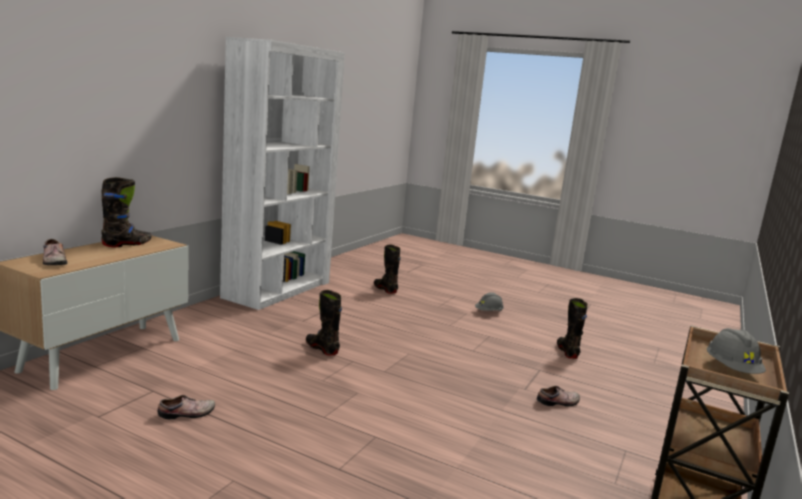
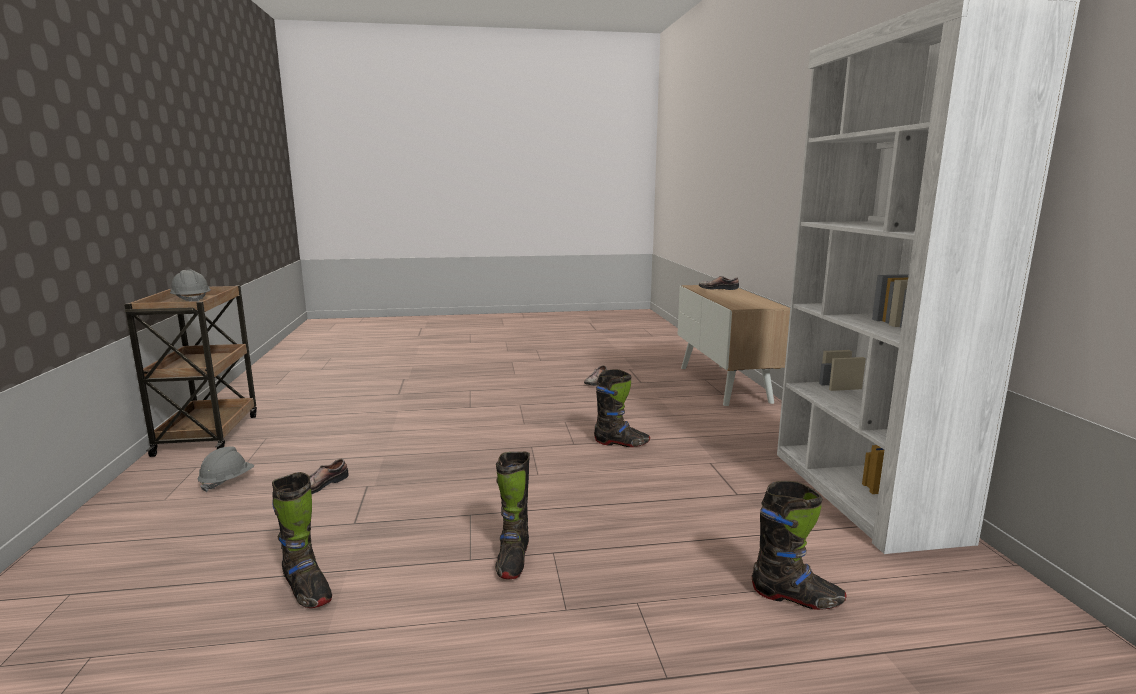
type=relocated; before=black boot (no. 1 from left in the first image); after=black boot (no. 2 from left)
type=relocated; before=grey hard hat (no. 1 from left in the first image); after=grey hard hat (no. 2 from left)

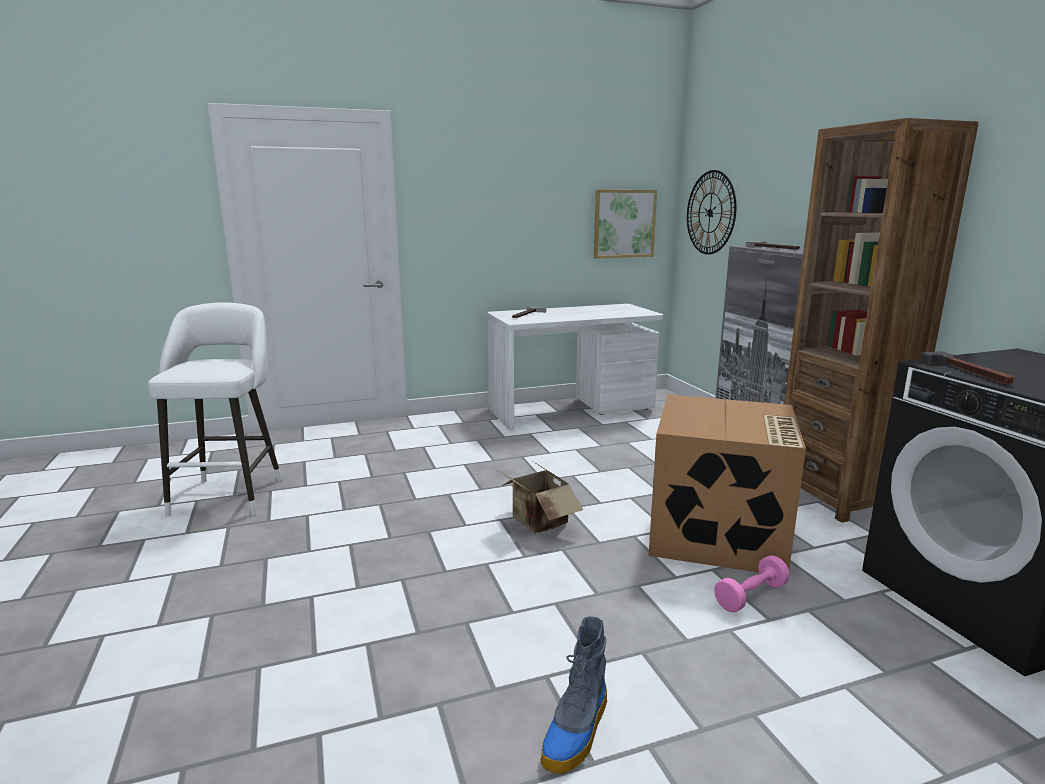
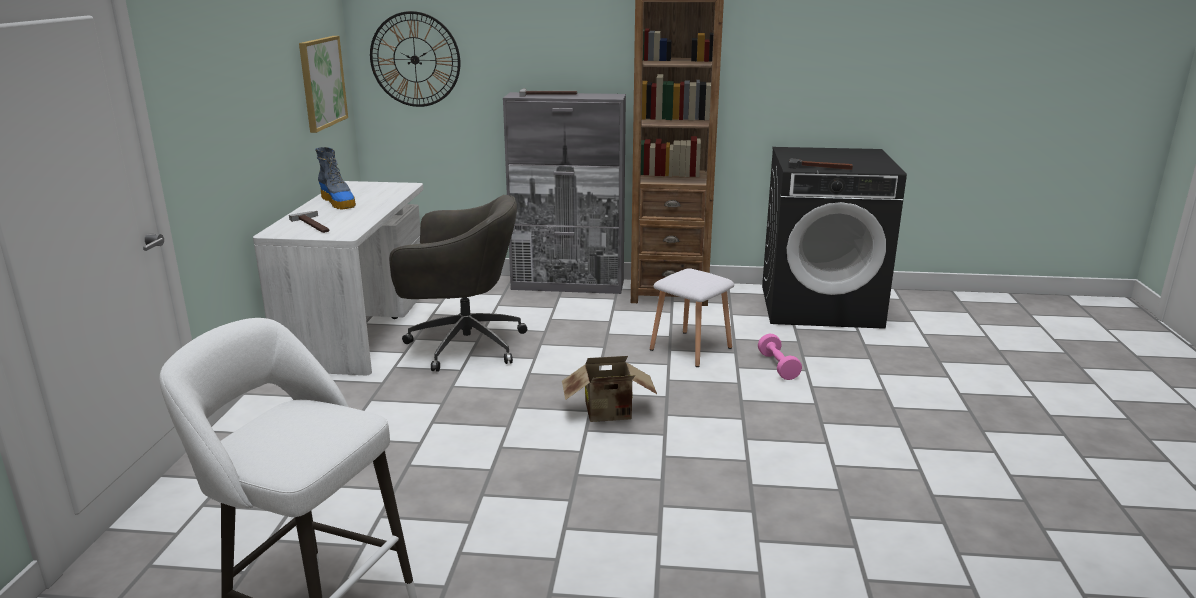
type=appeared; after=grey office chair
type=relocated; before=boot
type=exchanged; before=cardboard box (no. 2 from left); after=white stool (no. 2 from left)

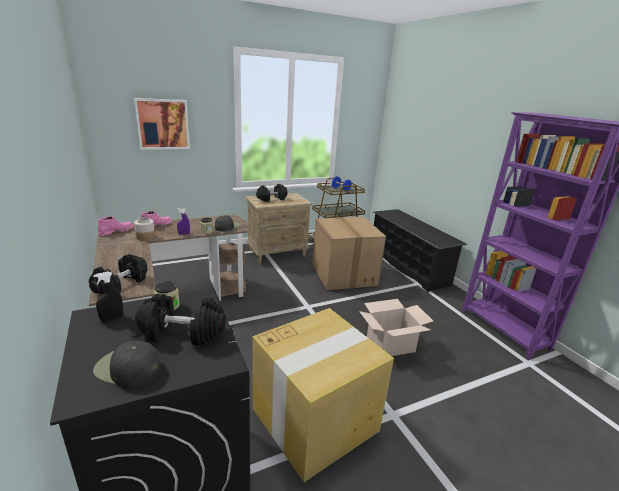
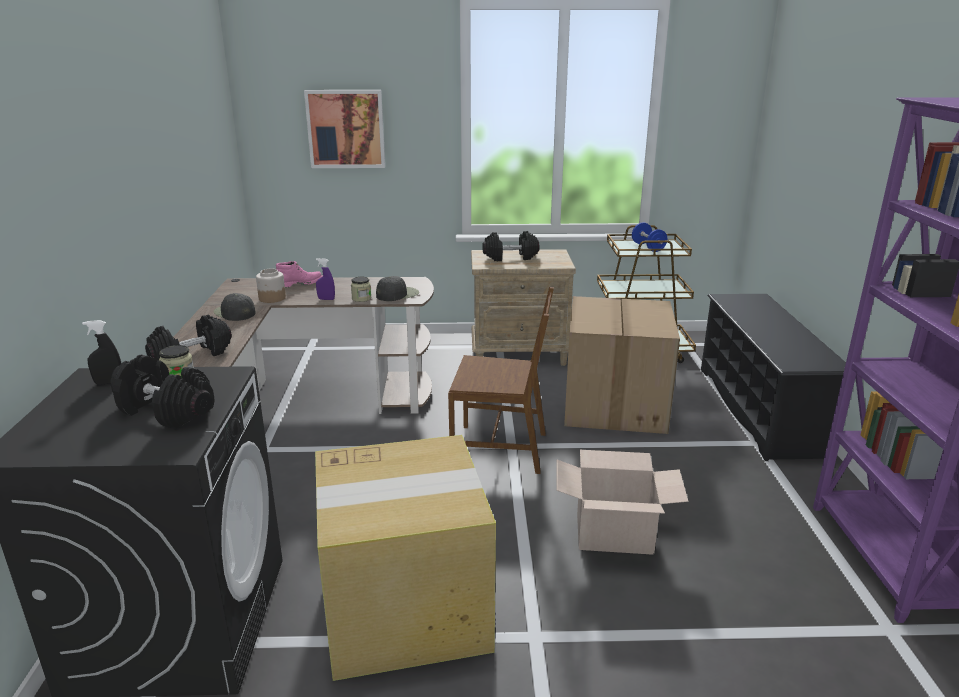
type=missing; before=pink boot (no. 1 from left)
type=appeared; after=brown chair
type=relocated; before=black cap (no. 1 from left)

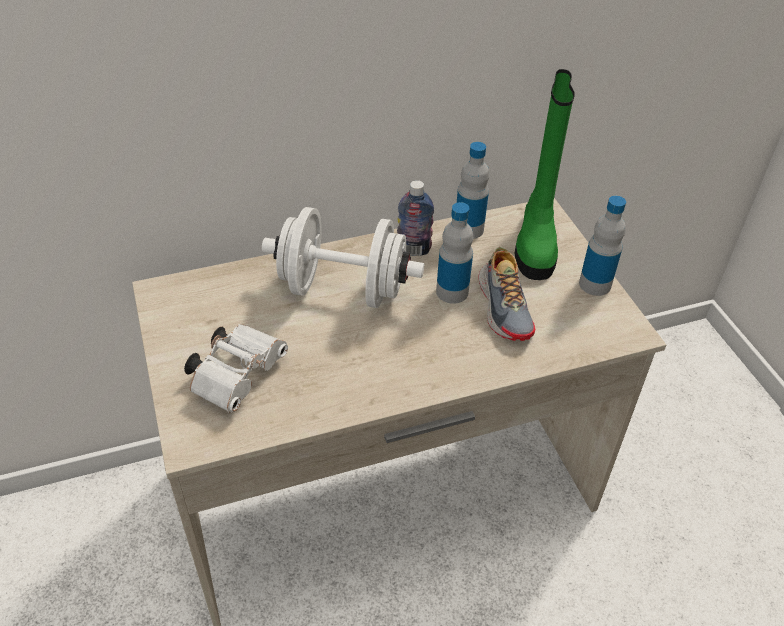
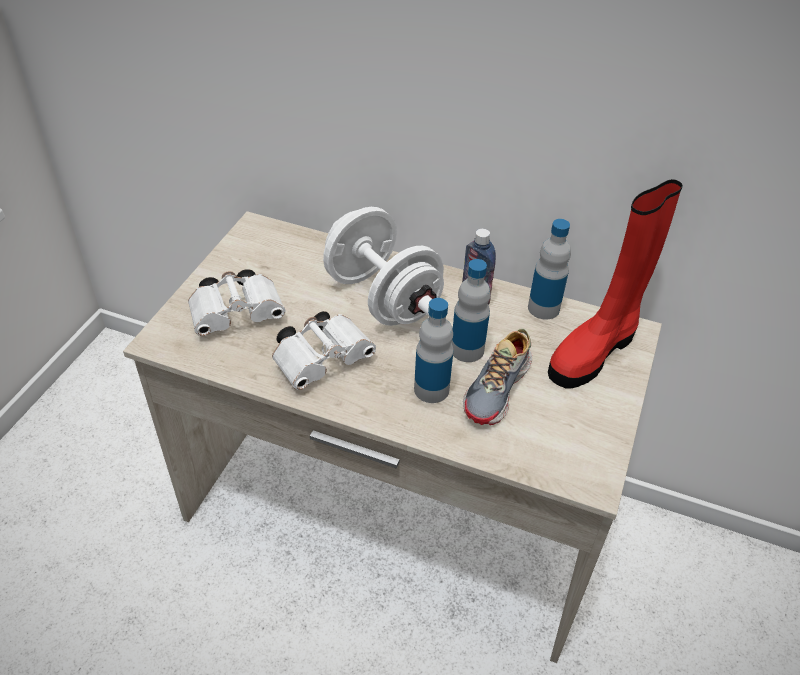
type=appeared; after=white binoculars (no. 2 from left)
type=relocated; before=bottle (no. 4 from left in the first image); after=bottle (no. 1 from left)
type=colour; before=green boot; after=red boot

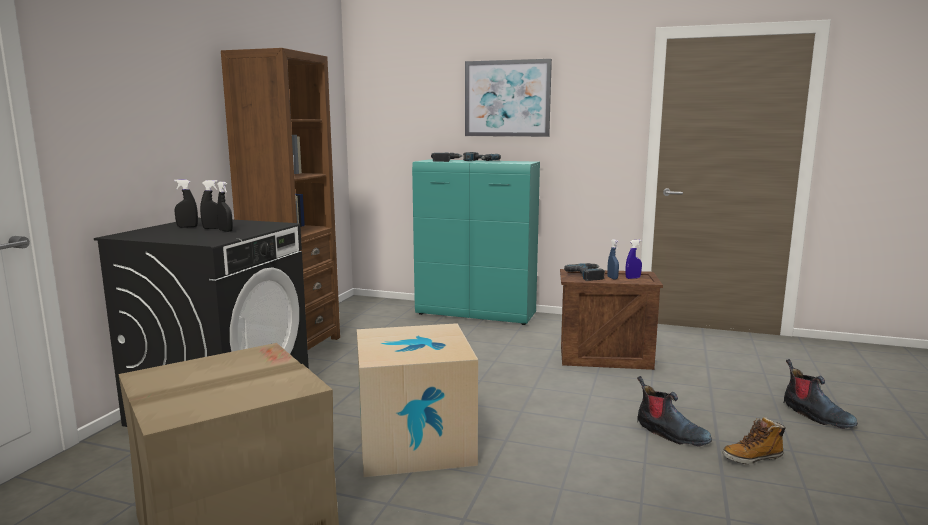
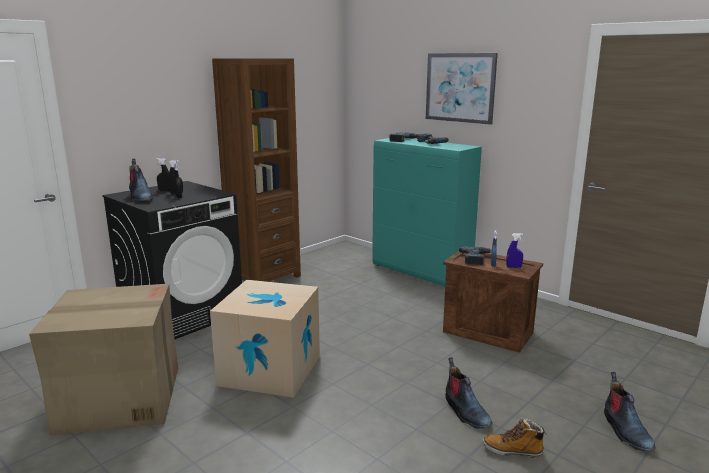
type=appeared; after=boot (no. 1 from left)

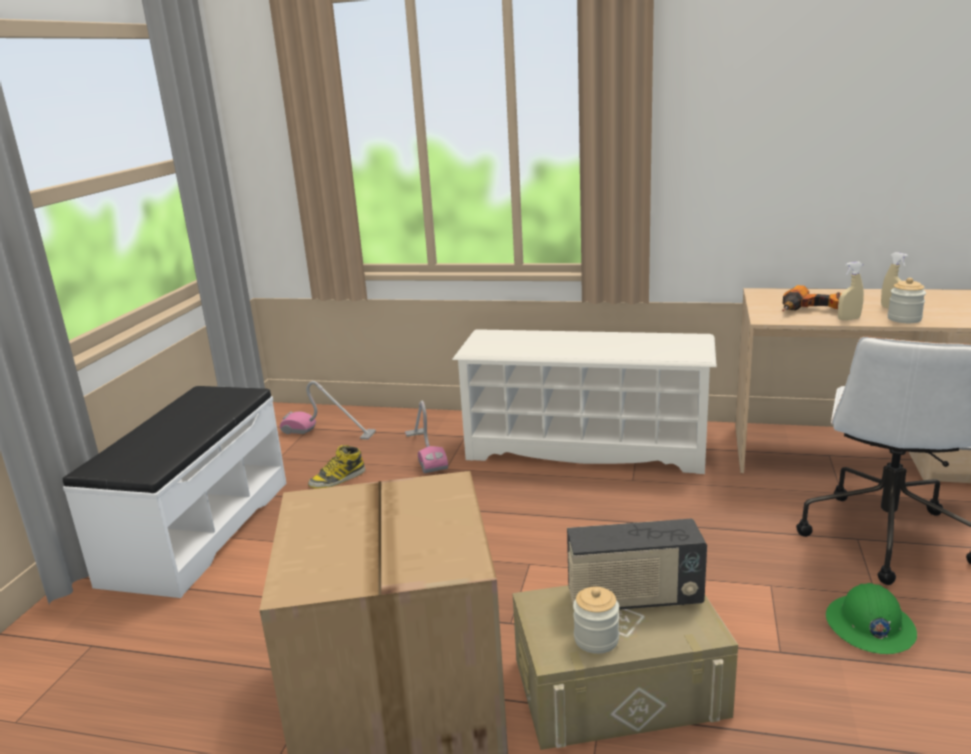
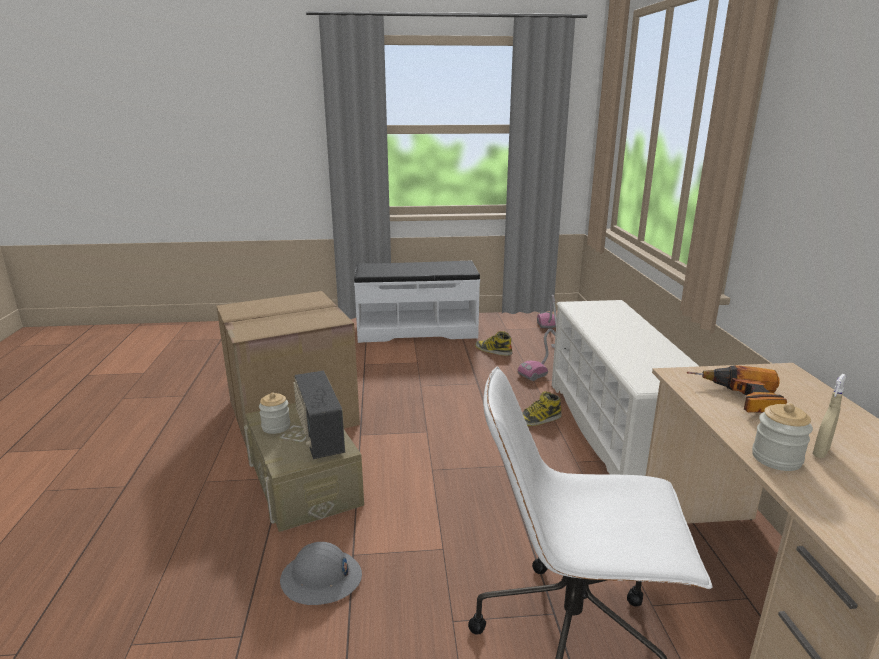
type=missing; before=green hard hat
type=missing; before=beige spray bottle (no. 1 from left)
type=appeared; after=grey hard hat
type=appeared; after=boot (no. 2 from left)

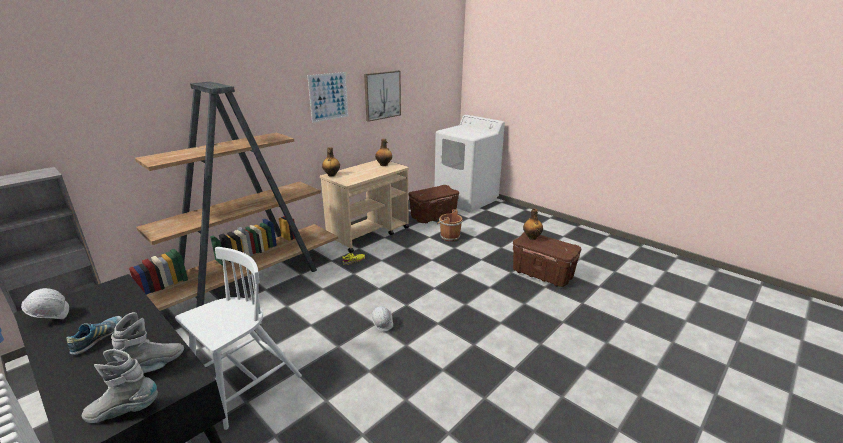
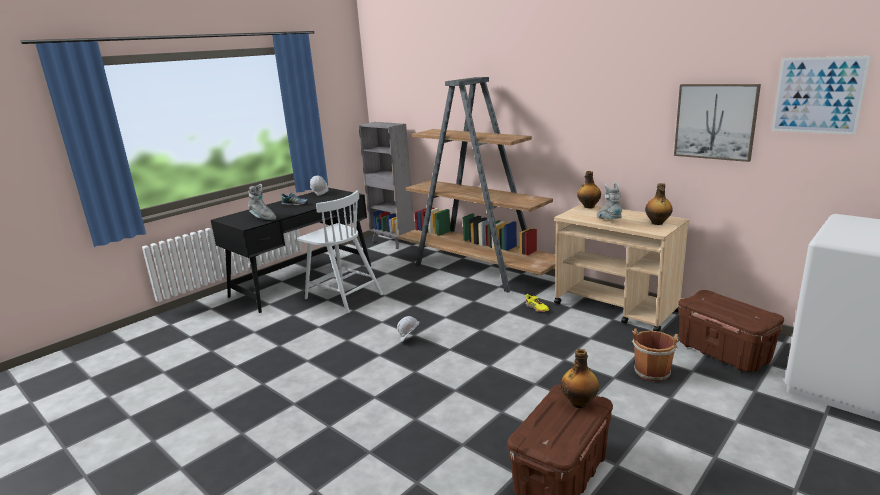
type=relocated; before=grey boot (no. 1 from left in the first image); after=grey boot (no. 2 from left)
type=relocated; before=picture (no. 1 from left in the first image); after=picture (no. 2 from left)

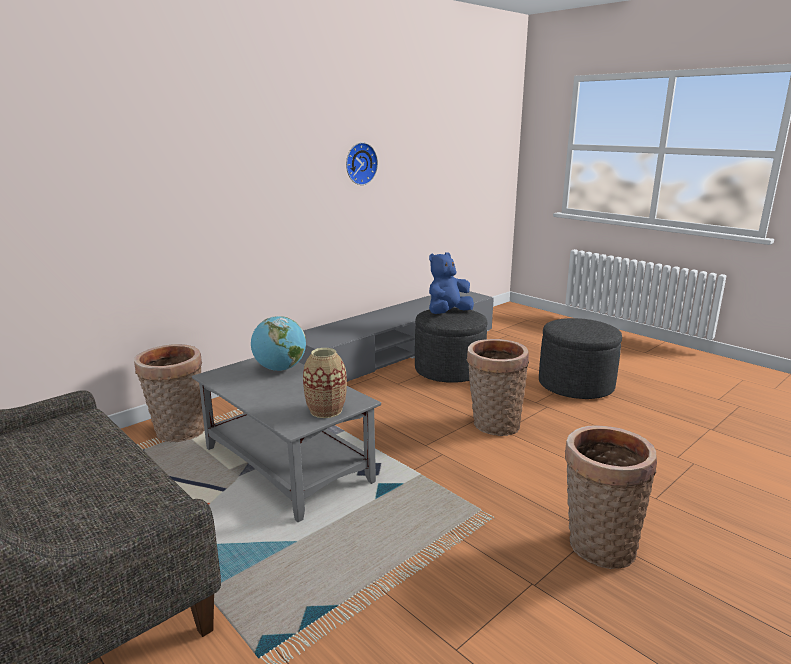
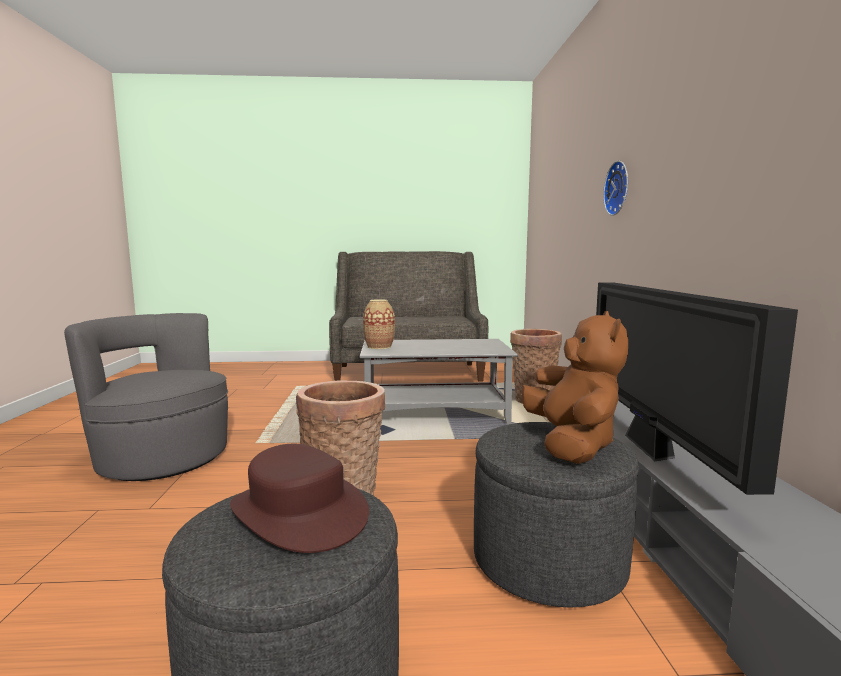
type=missing; before=globe
type=appeared; after=brown hat
type=appeared; after=television
type=relocated; before=wall clock
type=exchanged; before=basket (no. 3 from left); after=grey armchair
type=colour; before=blue plush toy; after=brown plush toy

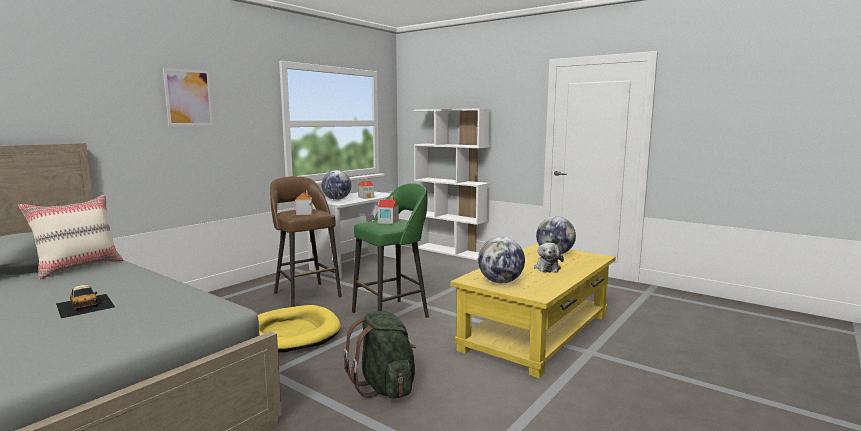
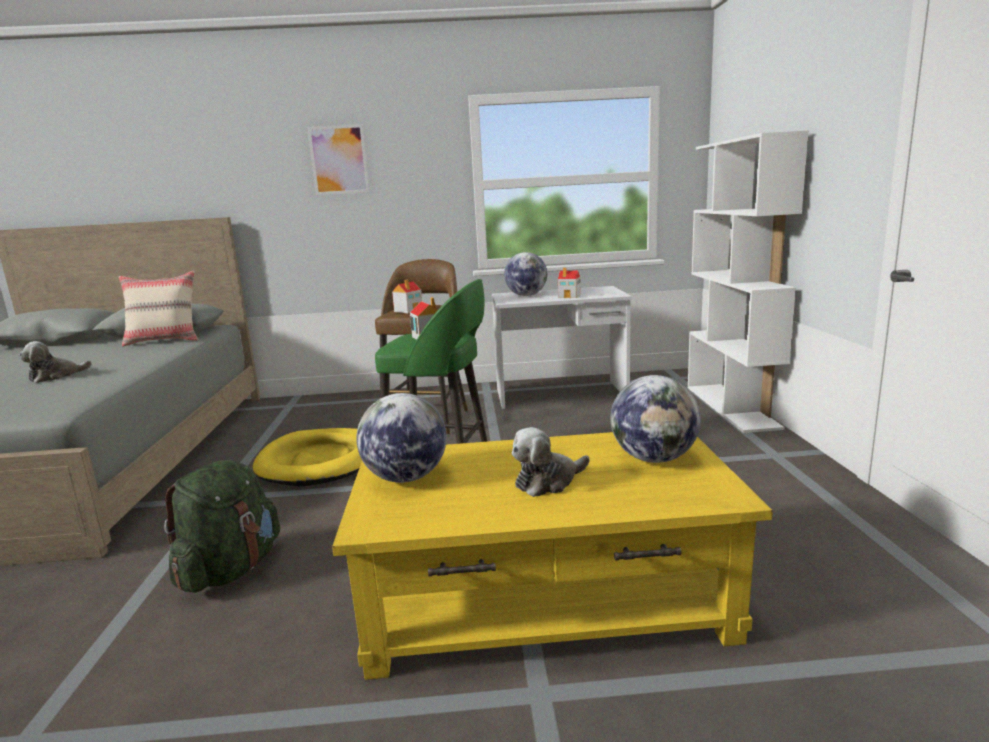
type=exchanged; before=toy car; after=plush toy (no. 1 from left)

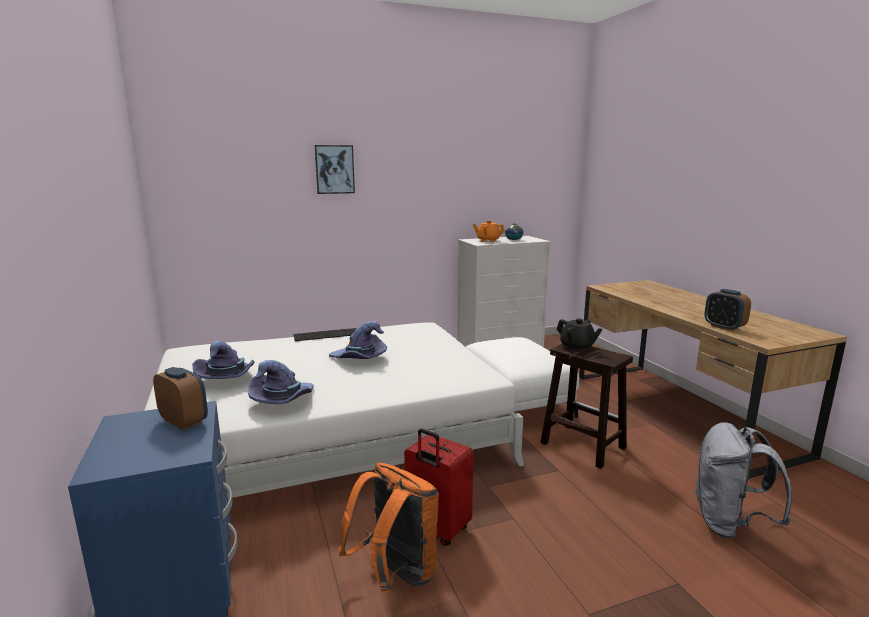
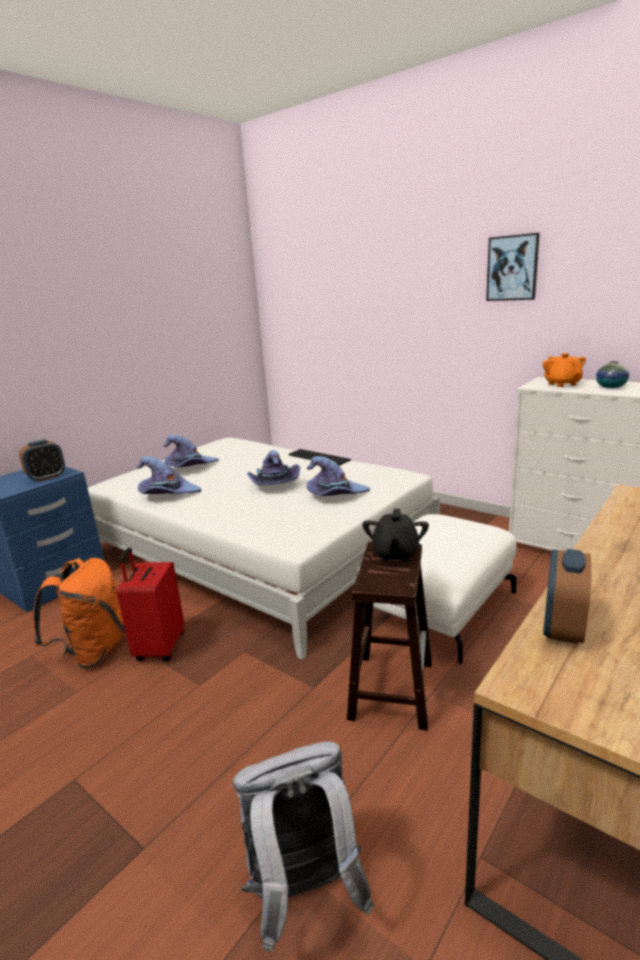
type=appeared; after=purple hat (no. 4 from left)
type=relocated; before=picture
type=spun; before=alarm clock (no. 1 from left); turn=45

